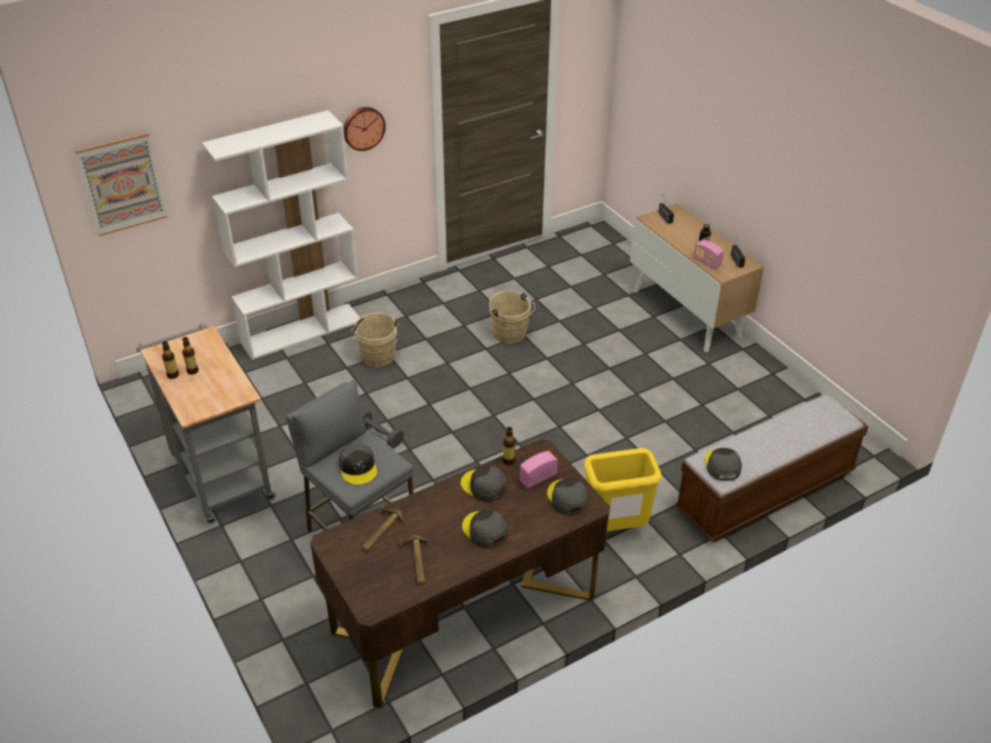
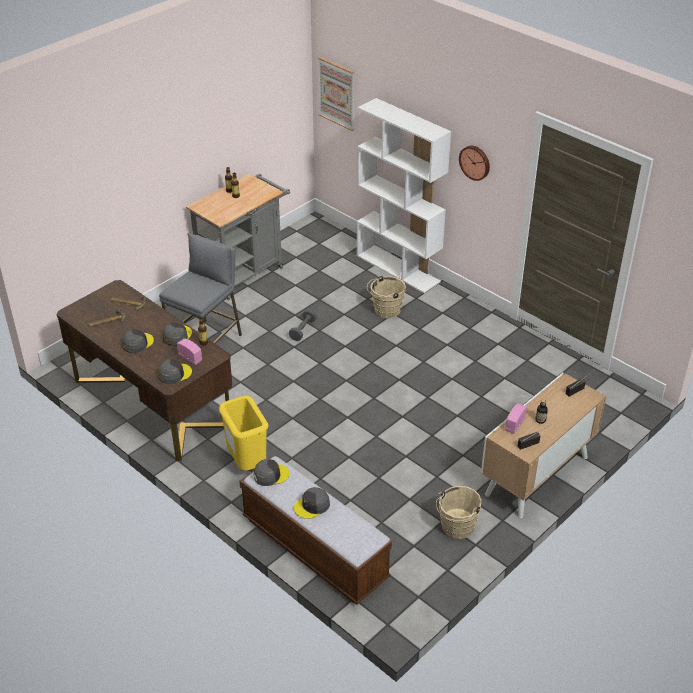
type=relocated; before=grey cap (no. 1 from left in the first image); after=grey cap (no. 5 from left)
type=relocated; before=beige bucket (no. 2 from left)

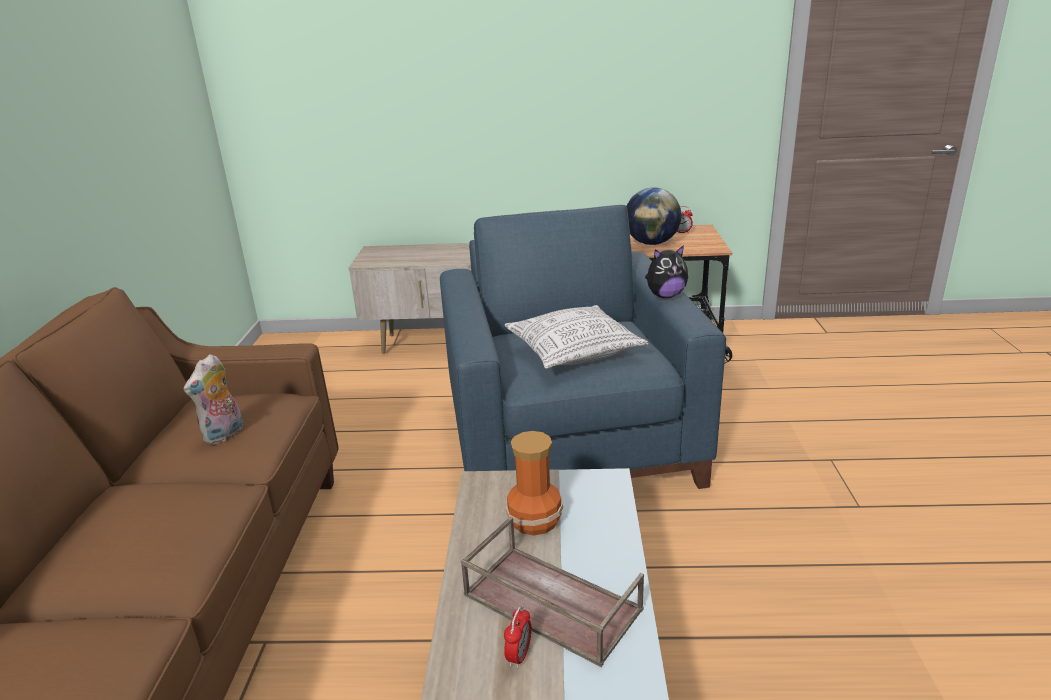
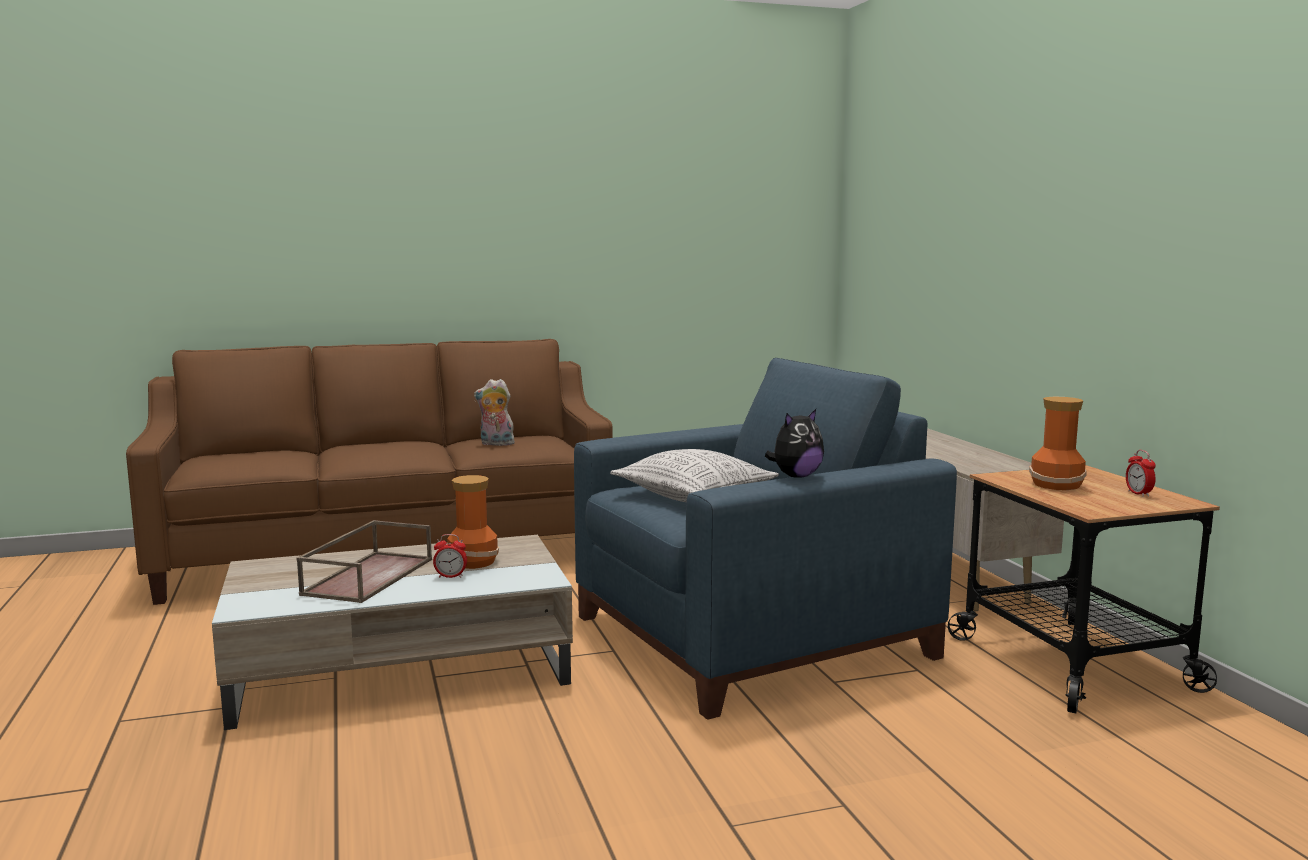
type=relocated; before=alarm clock (no. 1 from left)
type=exchanged; before=globe; after=vase (no. 2 from left)
type=spun; before=plush toy (no. 2 from left); turn=-90

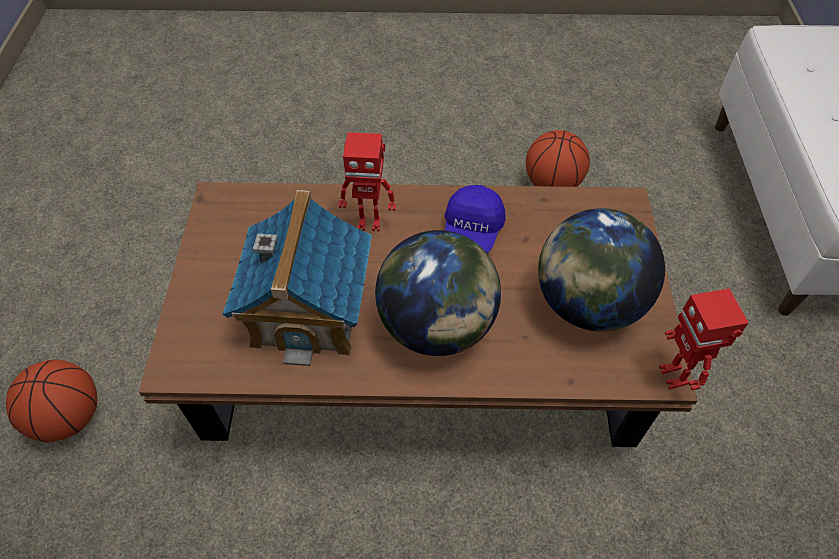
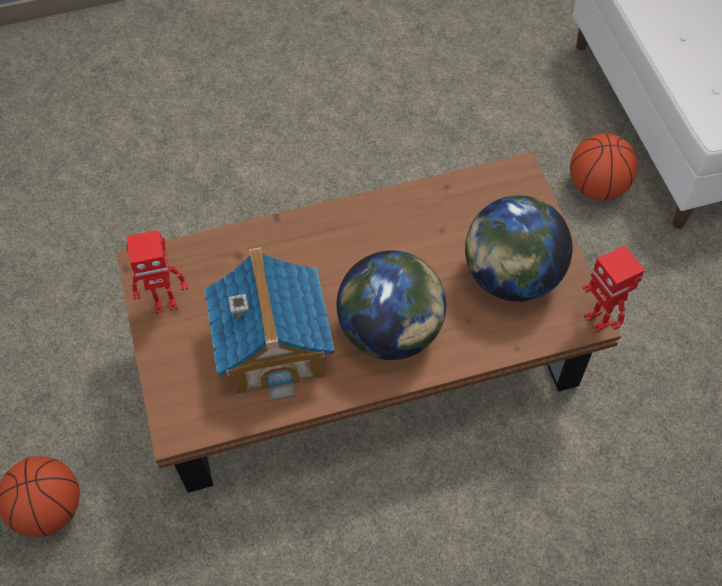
type=missing; before=blue cap
type=relocated; before=toy robot (no. 1 from left)
type=relocated; before=basketball (no. 2 from left)

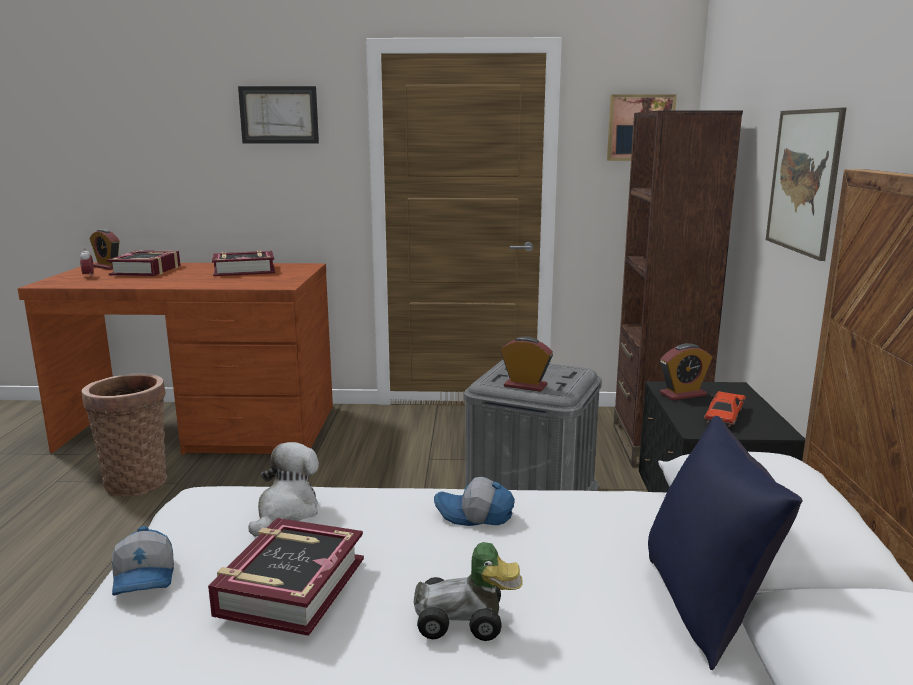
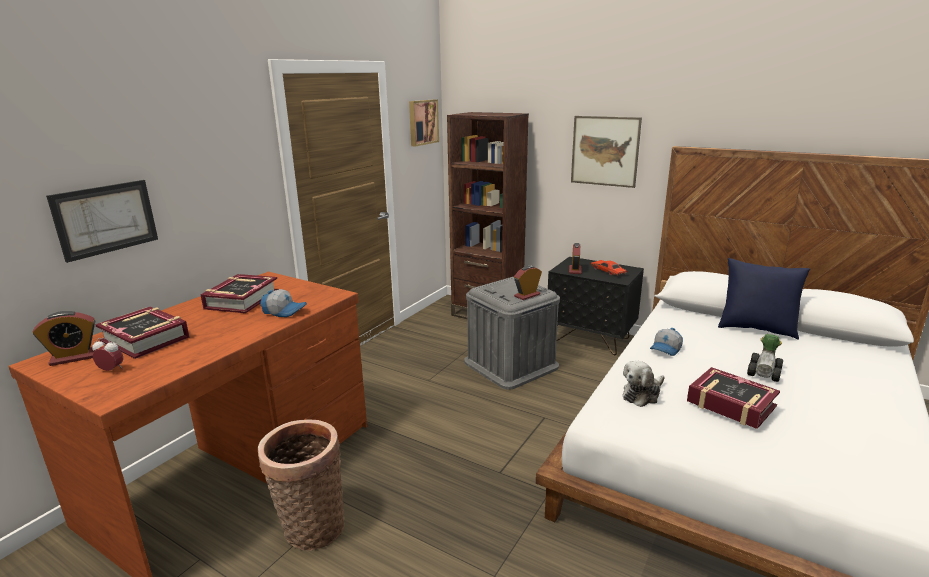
type=relocated; before=cap (no. 1 from left)
type=relocated; before=picture (no. 1 from left)
type=spun; before=plush toy; turn=-90

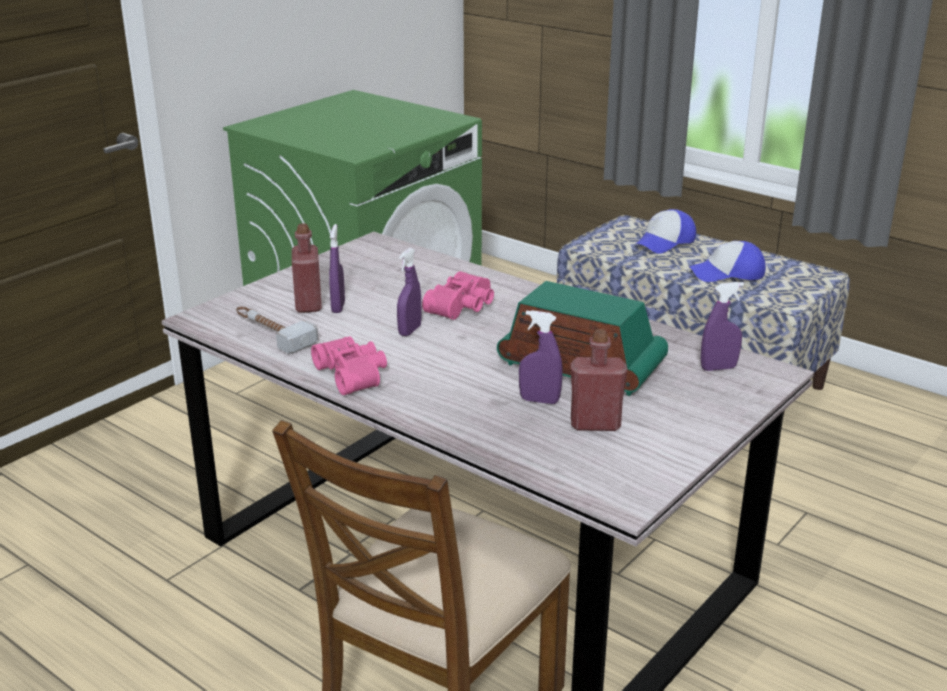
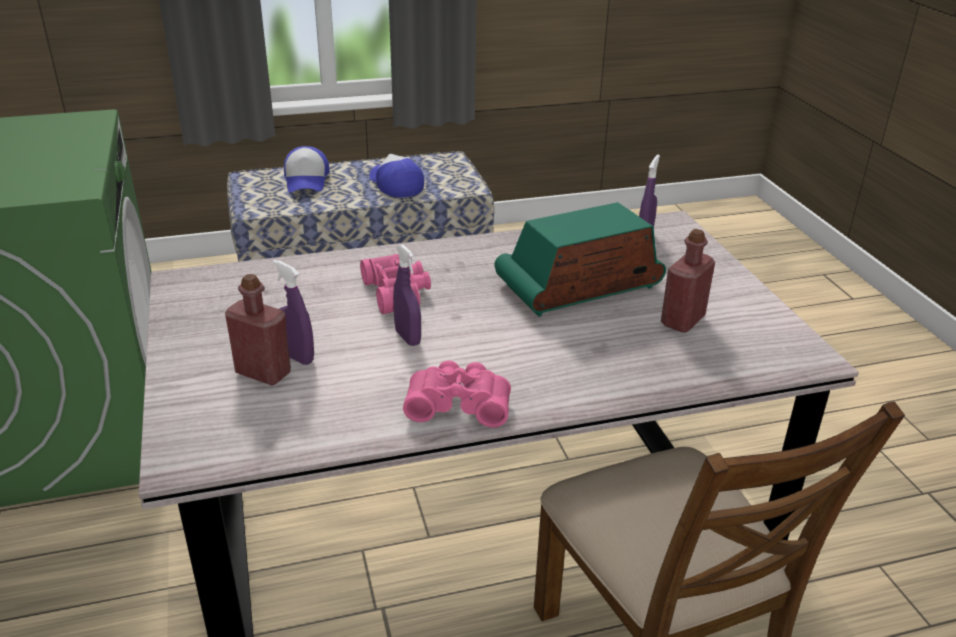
type=missing; before=hammer
type=missing; before=purple spray bottle (no. 3 from left)
type=spun; before=cap (no. 2 from left); turn=120

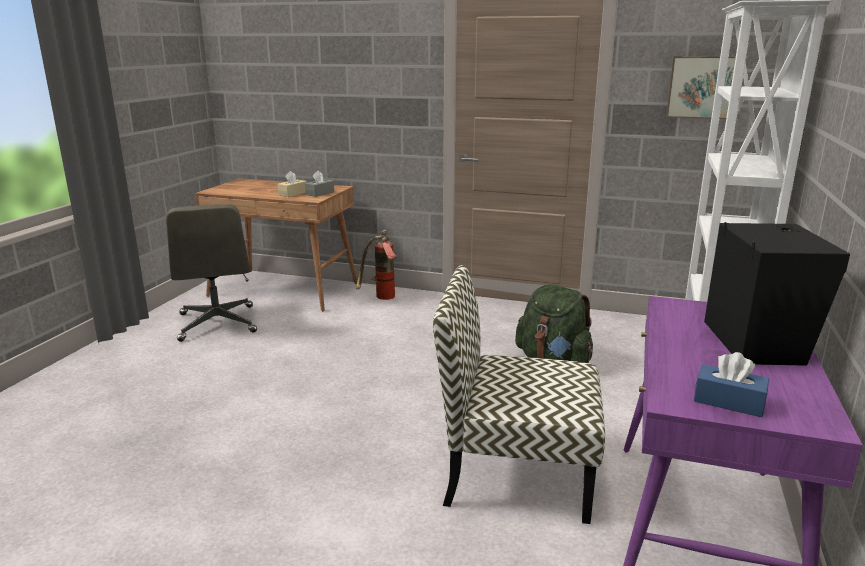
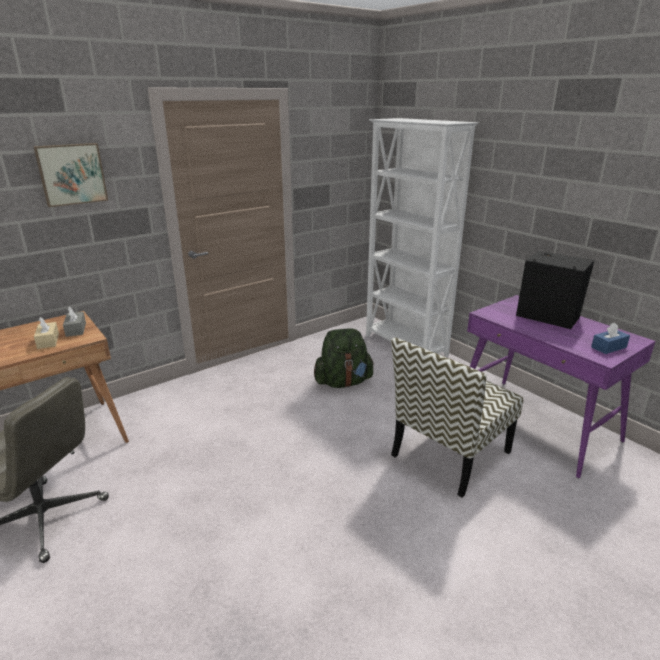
type=missing; before=fire extinguisher
type=relocated; before=picture

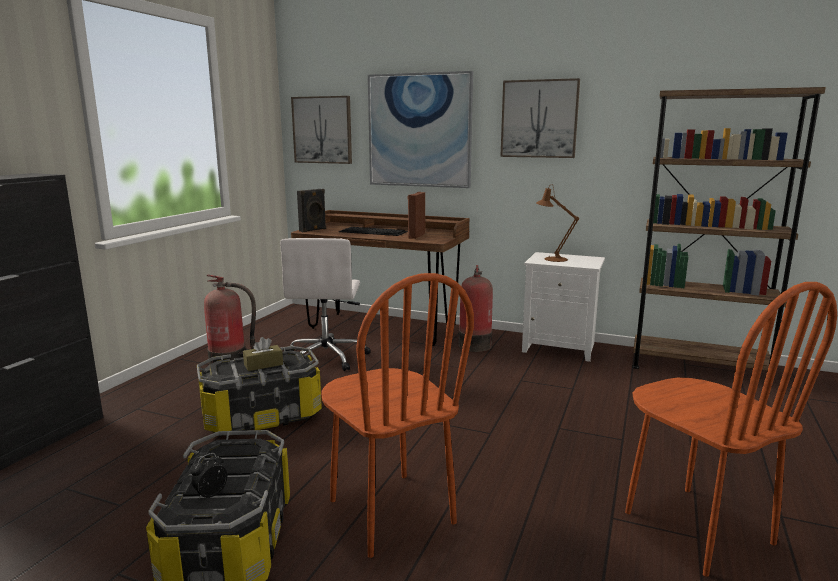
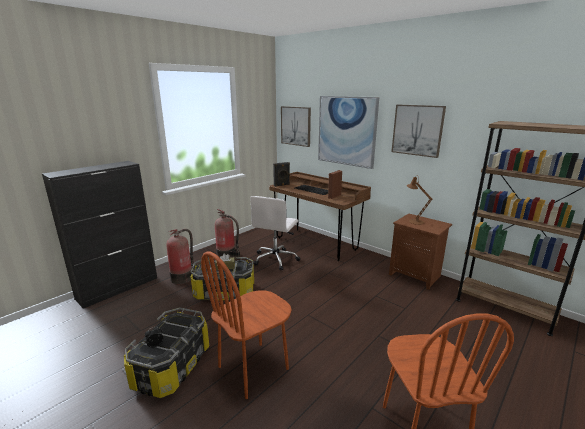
type=relocated; before=fire extinguisher (no. 2 from left in the first image); after=fire extinguisher (no. 1 from left)
type=colour; before=white nightstand; after=brown nightstand
type=spun; before=brown chair (no. 1 from left); turn=60

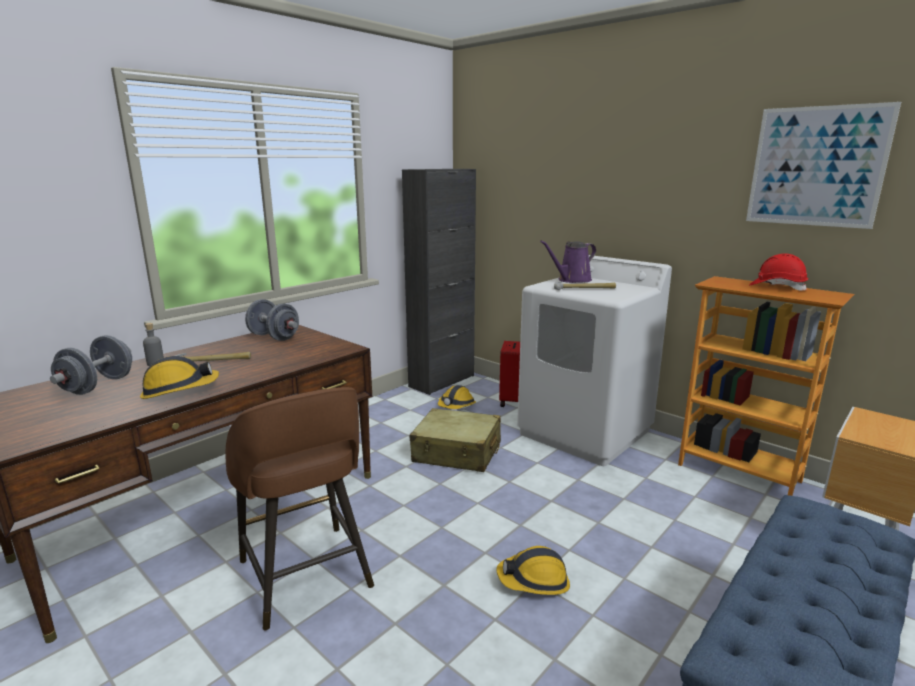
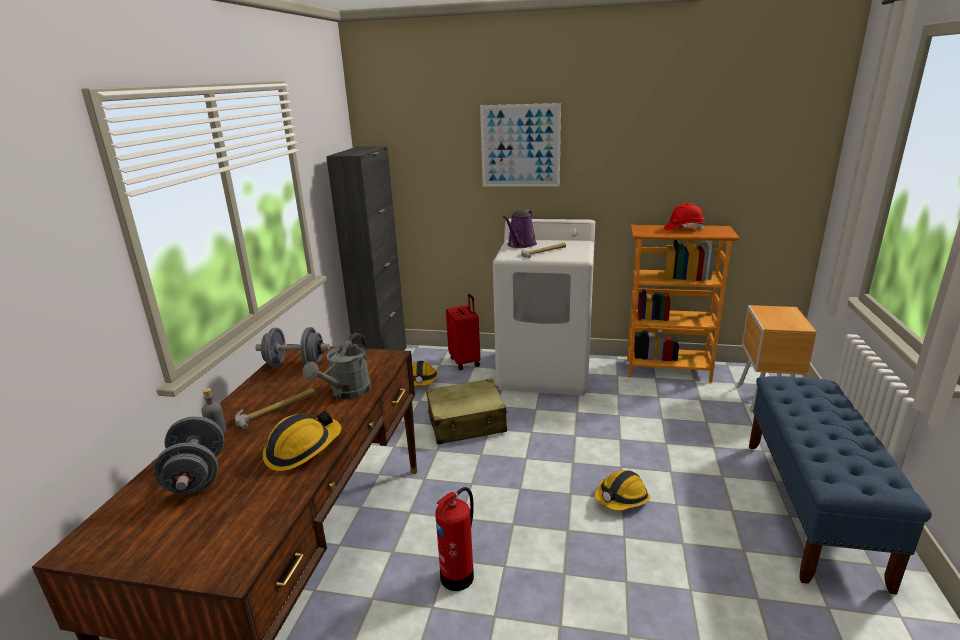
type=appeared; after=grey watering can
type=relocated; before=picture
type=exchanged; before=brown stool; after=fire extinguisher

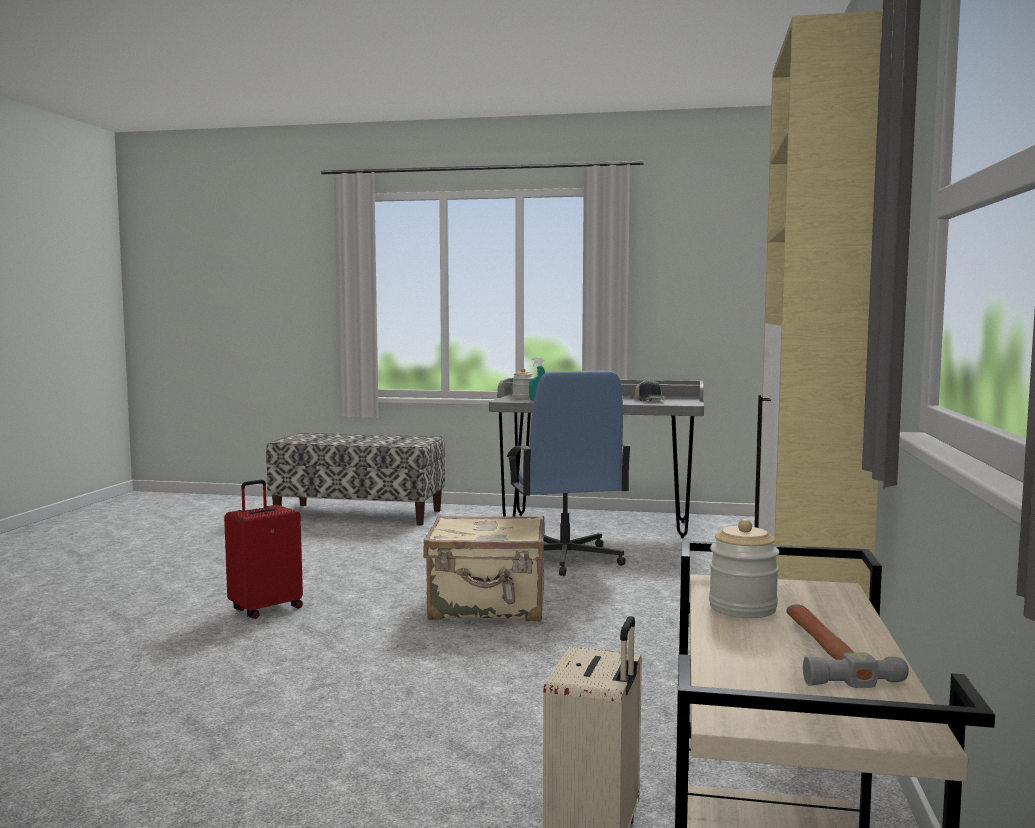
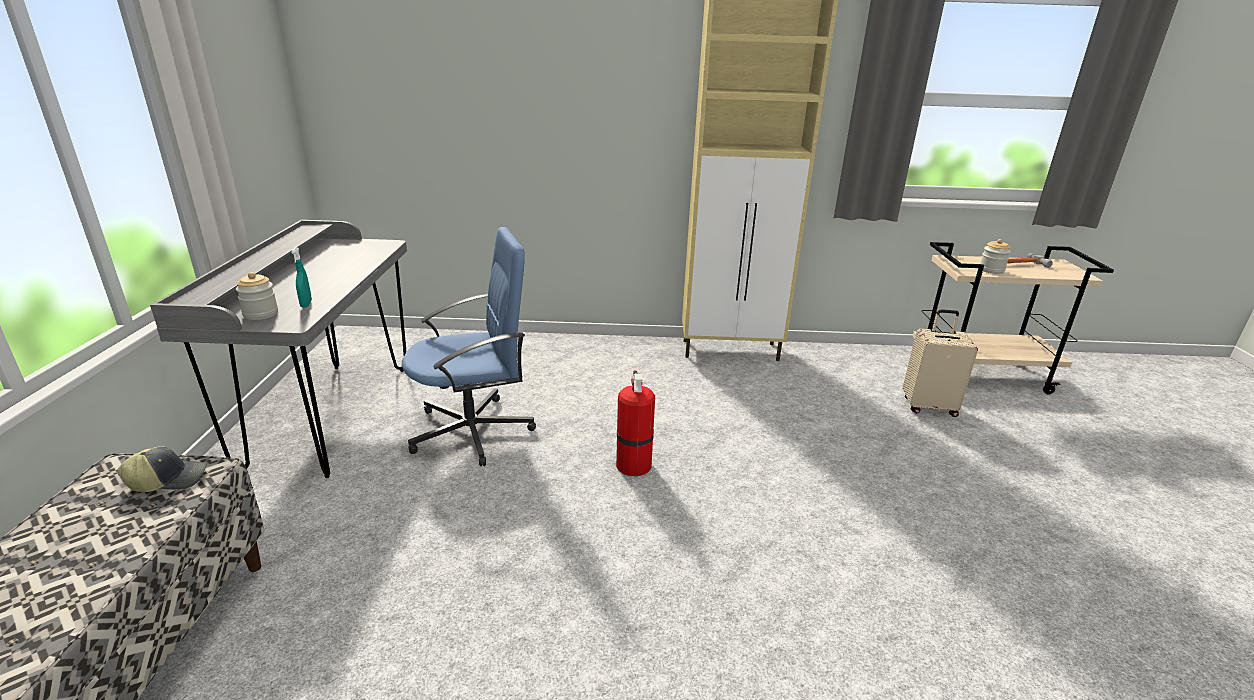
type=missing; before=red suitcase
type=relocated; before=cap
type=exchanged; before=beige suitcase (no. 1 from left); after=fire extinguisher

